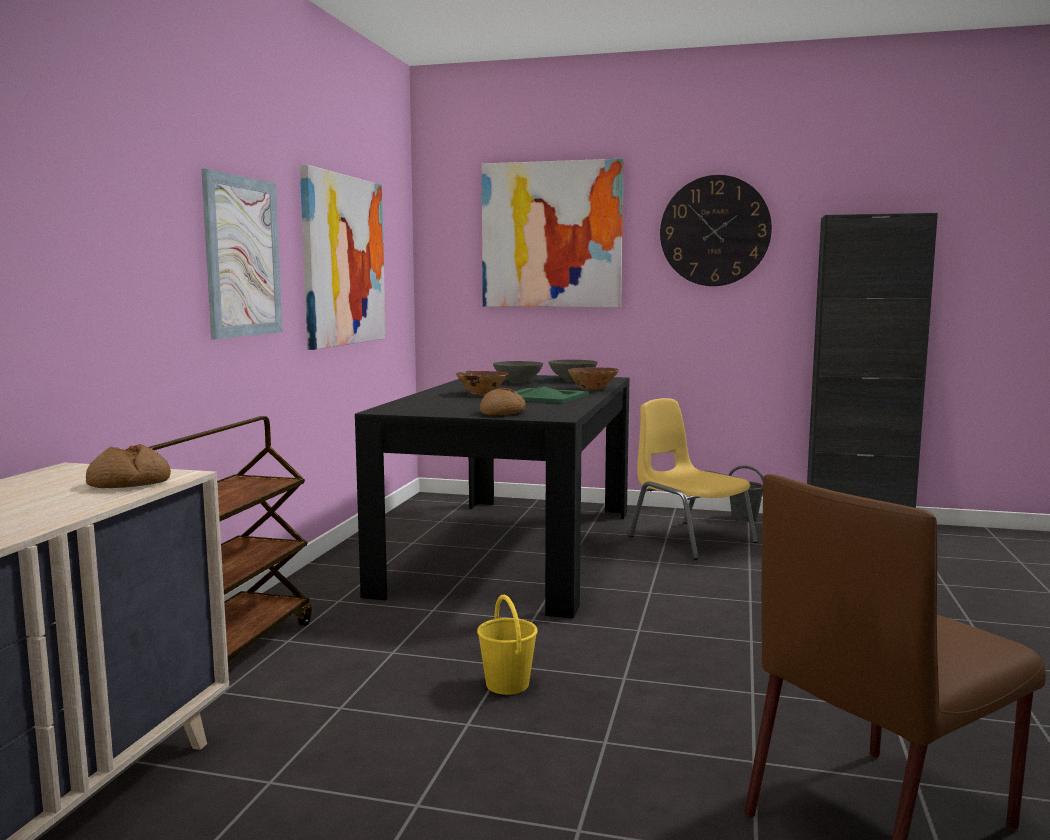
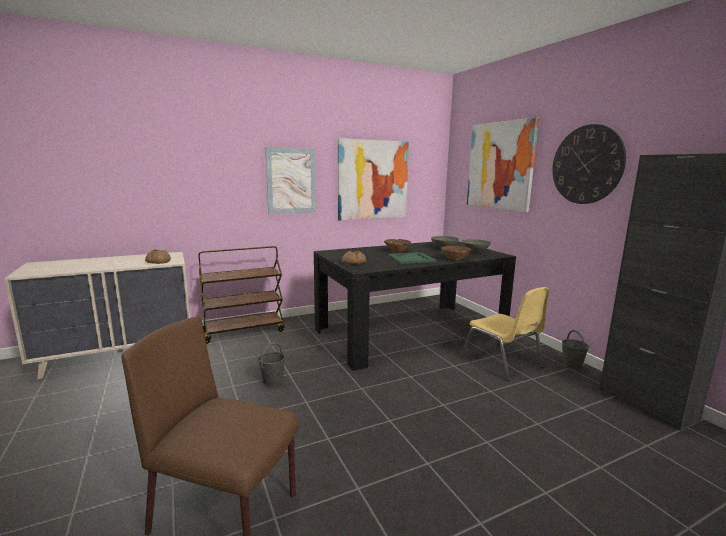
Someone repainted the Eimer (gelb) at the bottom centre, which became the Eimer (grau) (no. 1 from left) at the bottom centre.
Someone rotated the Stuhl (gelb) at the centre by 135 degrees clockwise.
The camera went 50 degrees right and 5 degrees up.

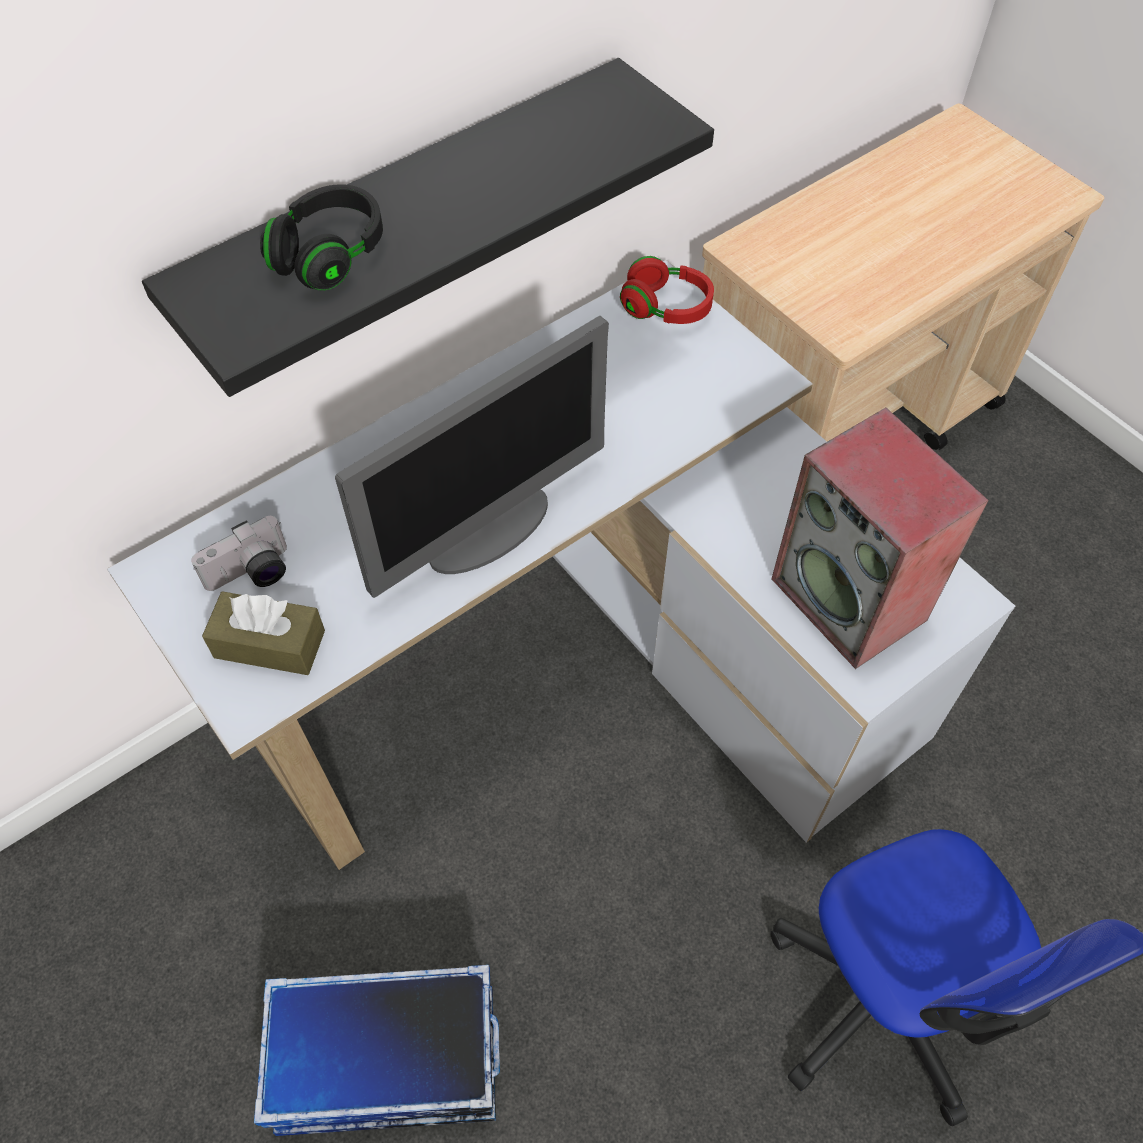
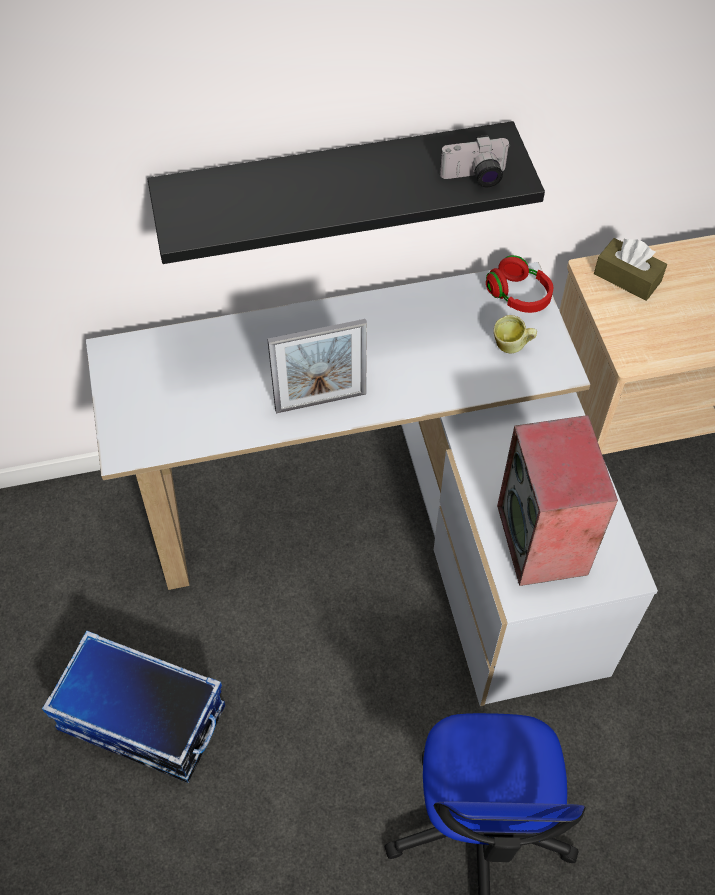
Someone took away the Kopfhörer (schwarz) at the top left.
Someone put down the Henkelbecher at the middle right.
Someone carried the Kamera from the middle left to the top centre.
Someone carried the Taschentuchbox (braun) from the middle left to the top right.
Someone swapped the Monitor at the centre for the Bilderrahmen at the centre.
The camera went 25 degrees right and 0 degrees up.

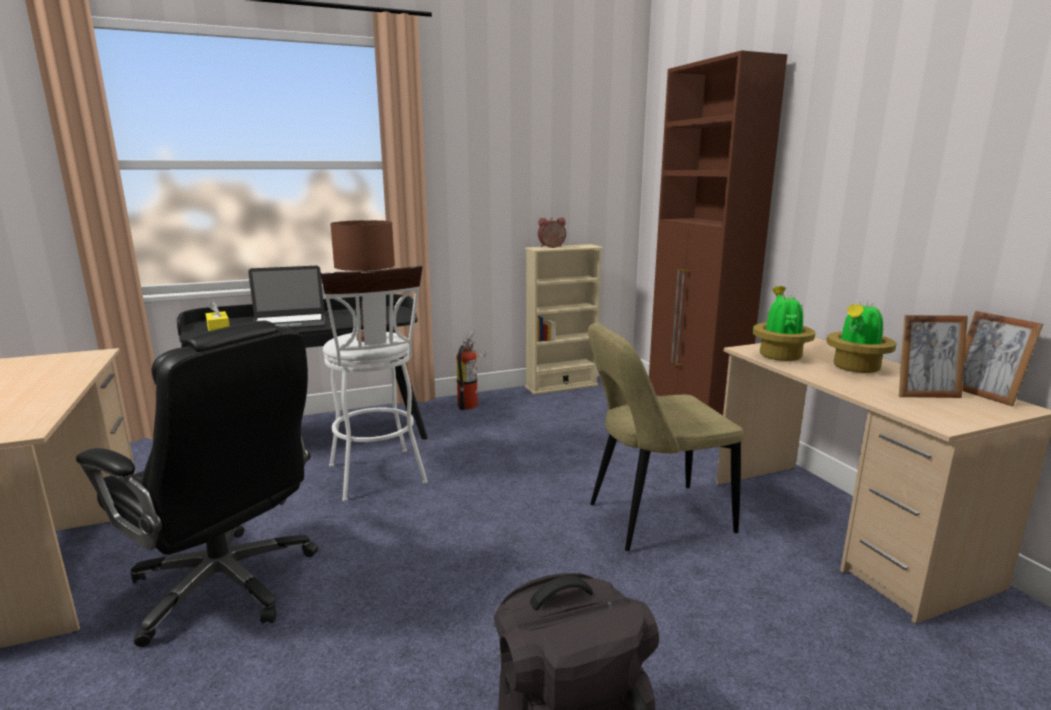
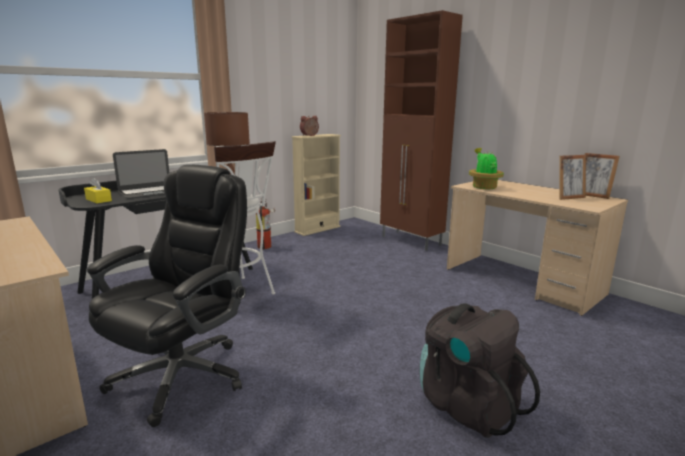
Someone took away the Stuhl (beige) at the centre.
Someone took away the Topfpflanze (no. 2 from left) at the middle right.
Someone rotated the Bürostuhl (schwarz) at the bottom left by 75 degrees counterclockwise.
The camera went 20 degrees left and 0 degrees up.

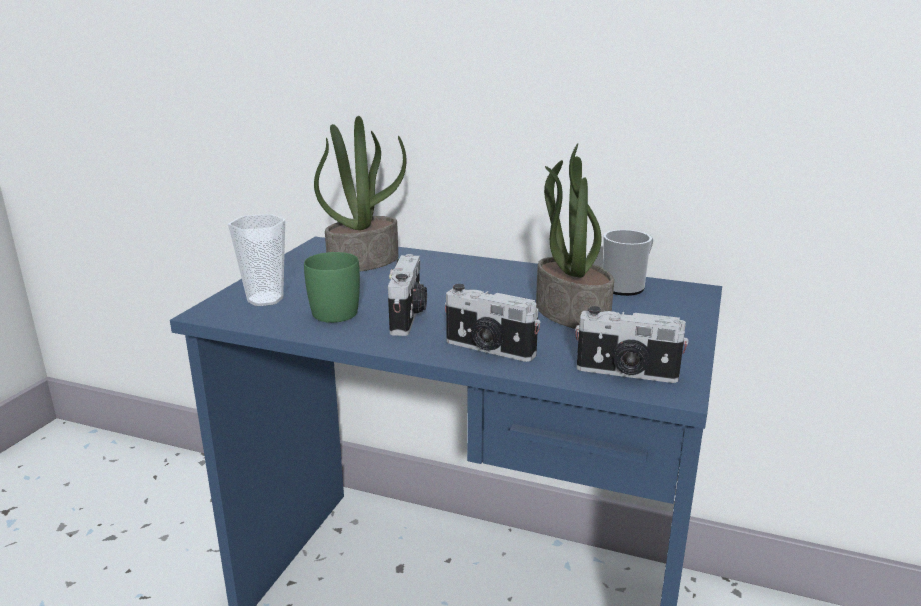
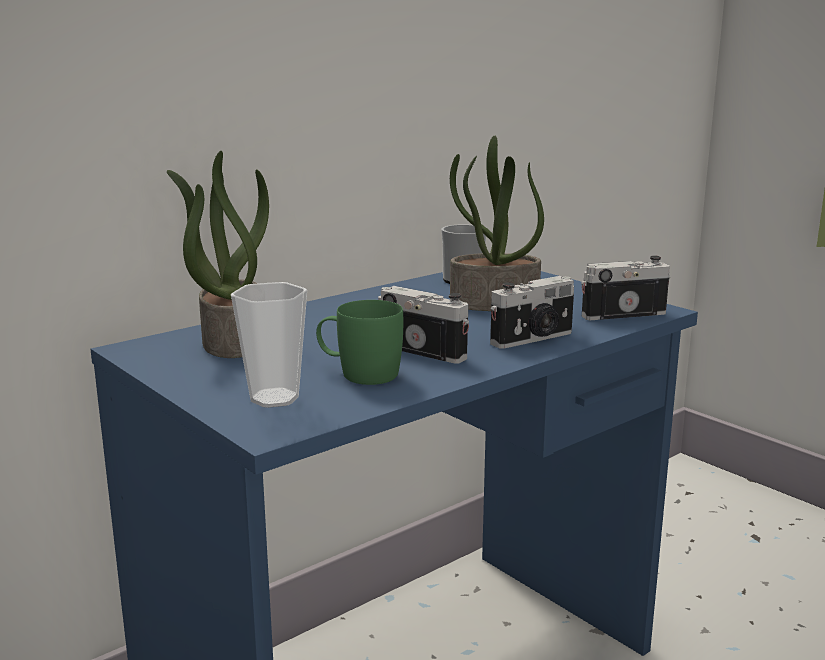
Someone rotated the Kamera (no. 3 from left) at the middle right by 150 degrees counterclockwise.
The camera went 60 degrees left and 5 degrees down.

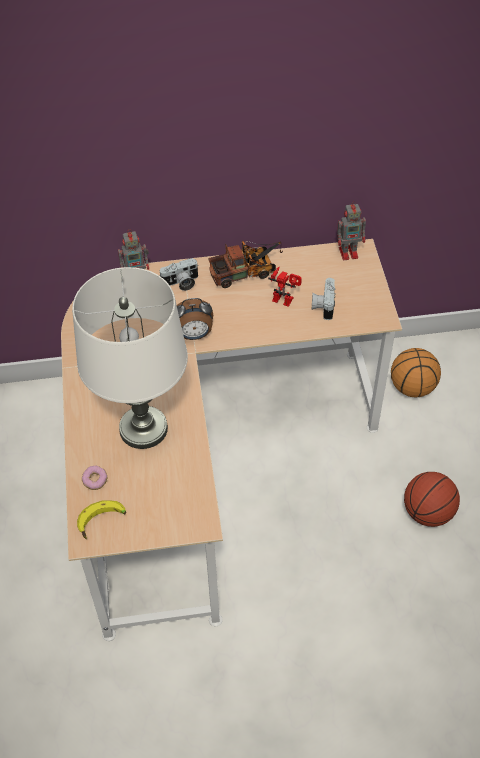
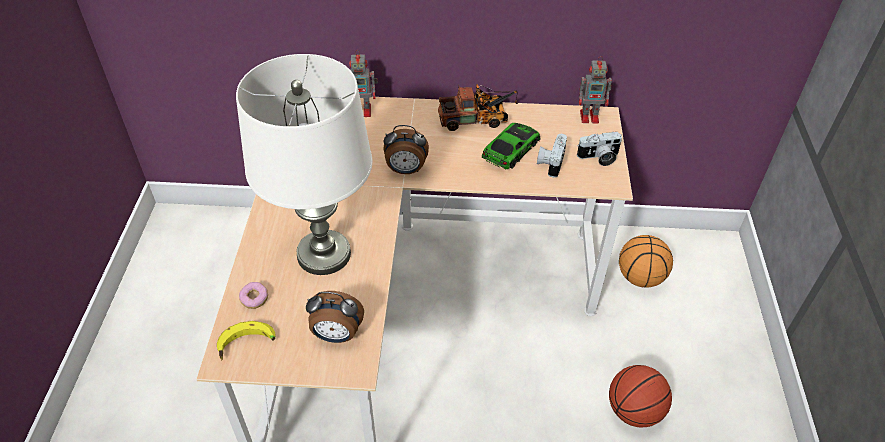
Someone put down the Wecker (no. 1 from left) at the bottom centre.
Someone carried the Kamera (no. 1 from left in the first image) from the centre to the middle right.
Someone swapped the Spielzeugroboter (no. 2 from left) at the centre for the Spielzeugauto at the top centre.
The camera went 10 degrees right and 5 degrees down.

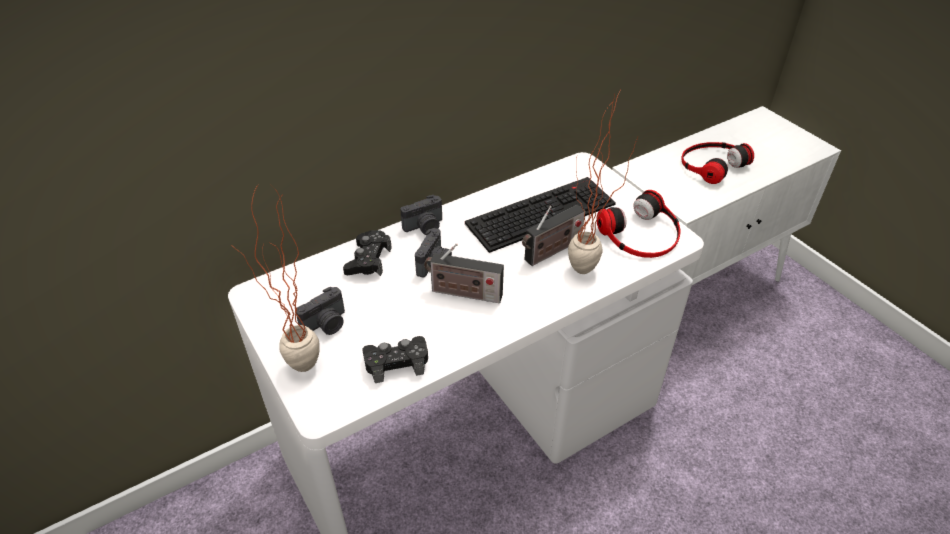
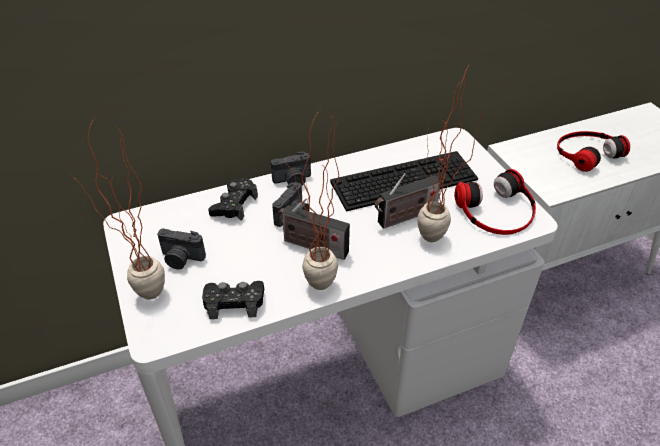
Someone put down the Topfpflanze (no. 2 from left) at the centre.
Someone rotated the Kamera (no. 1 from left) at the centre by 45 degrees clockwise.
The camera went 10 degrees right and 0 degrees up.

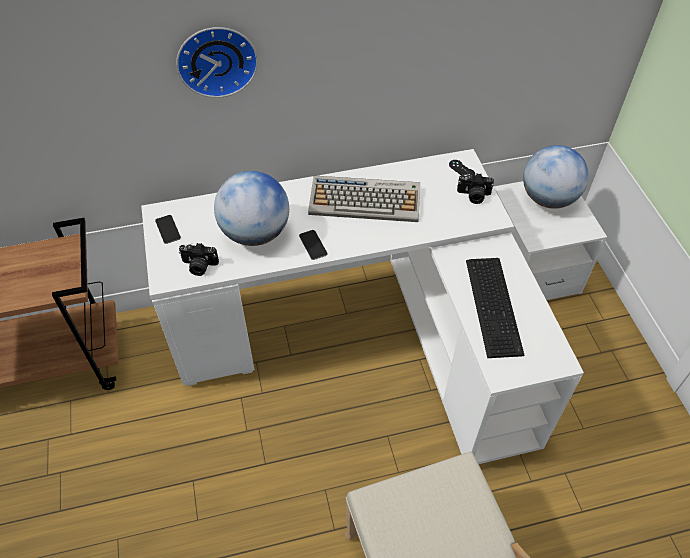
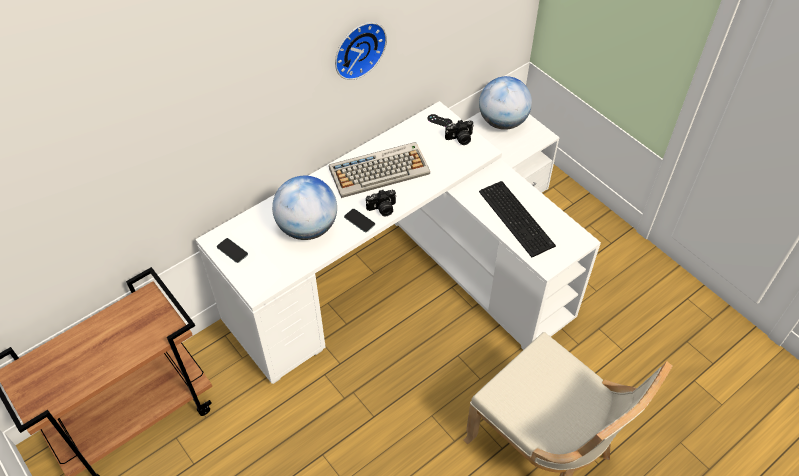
Someone carried the Wanduhr from the top left to the top centre.
Someone carried the Kamera (no. 1 from left) from the middle left to the centre.
The camera went 25 degrees left and 0 degrees up.

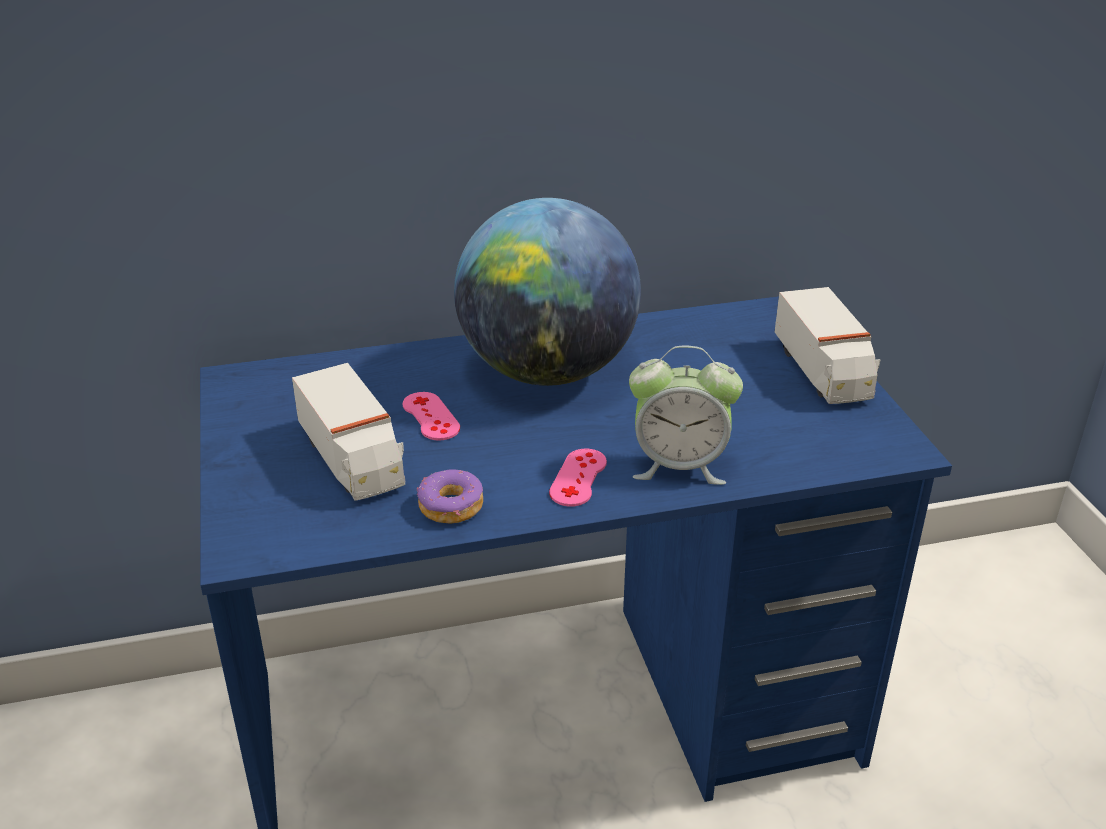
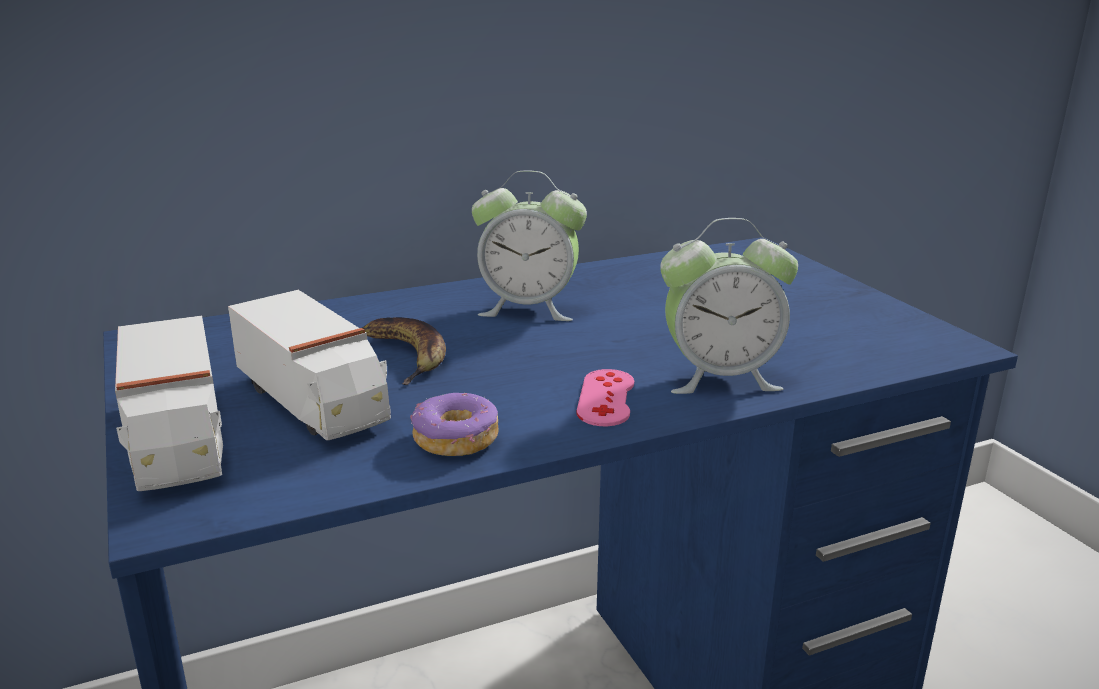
Someone carried the Spielzeuglaster (no. 2 from left in the first image) from the middle right to the middle left.
Someone swapped the Gamepad (rosa) (no. 1 from left) at the centre for the Banane at the centre.
Someone swapped the Globus at the centre for the Wecker (no. 1 from left) at the centre.
The camera went 10 degrees left and 10 degrees down.

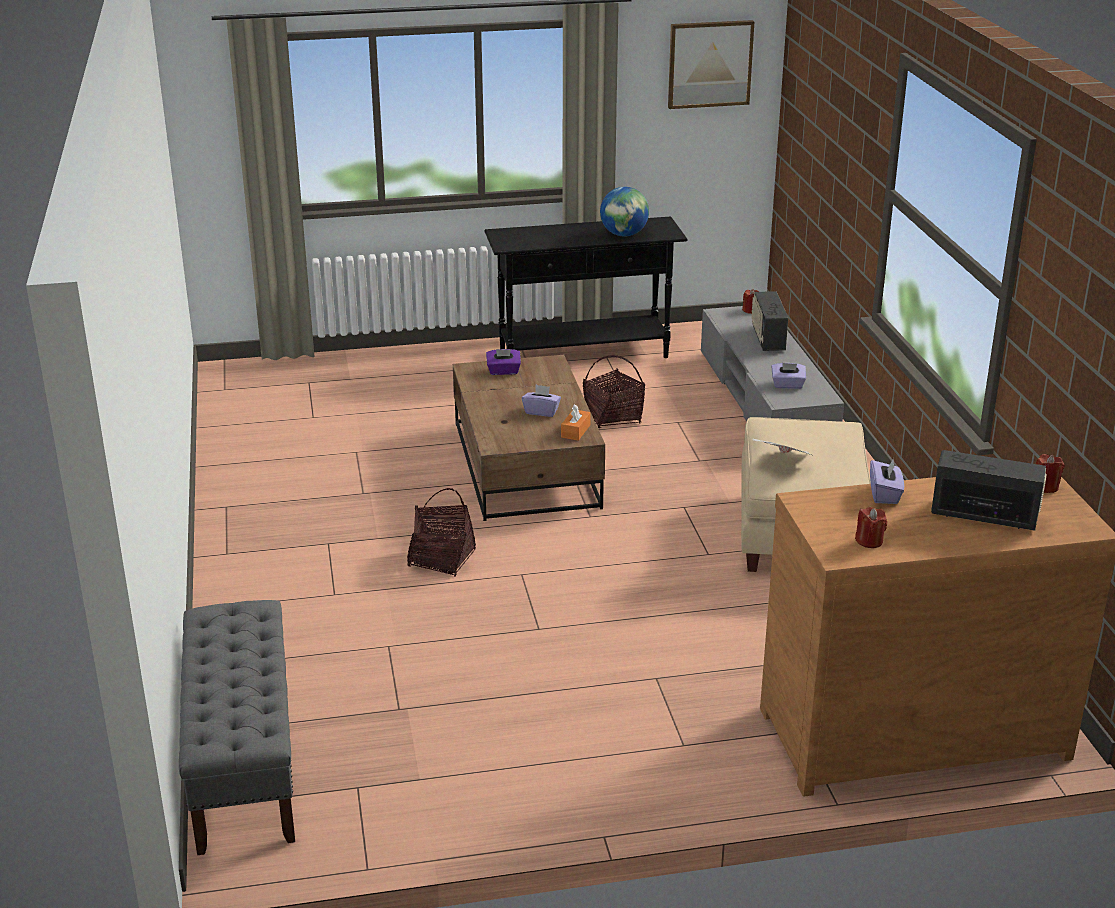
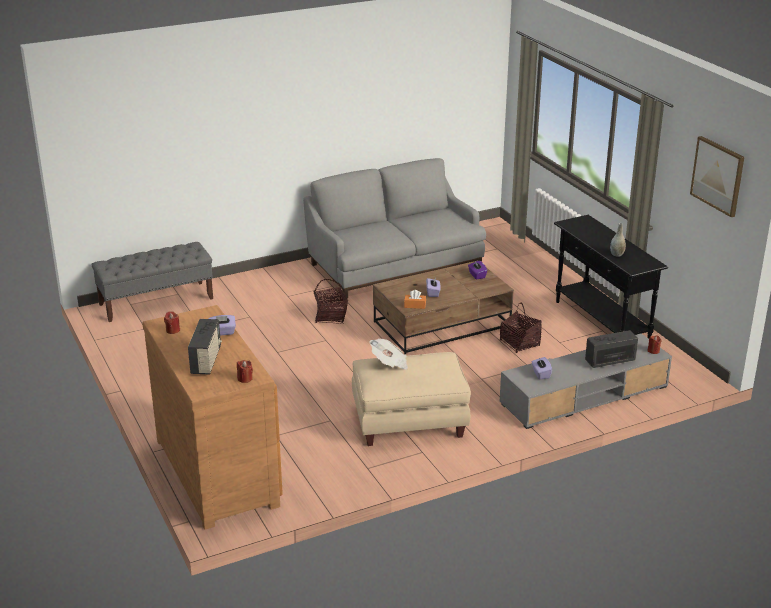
Someone put down the Sofa (grau) at the centre.
Someone swapped the Globus at the top centre for the Vase (grau) at the middle right.
The camera went 75 degrees right and 0 degrees up.

